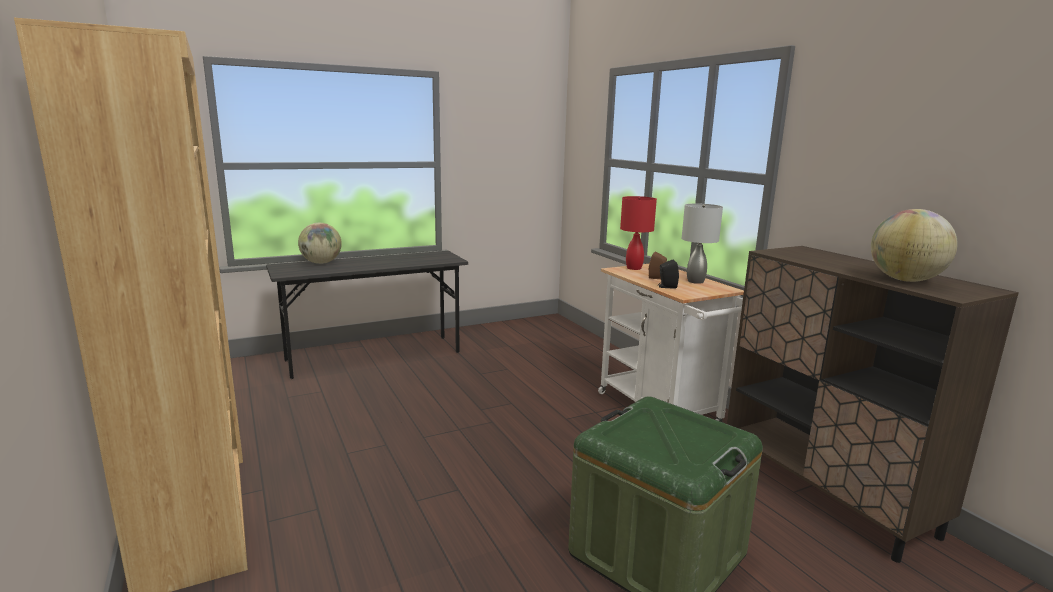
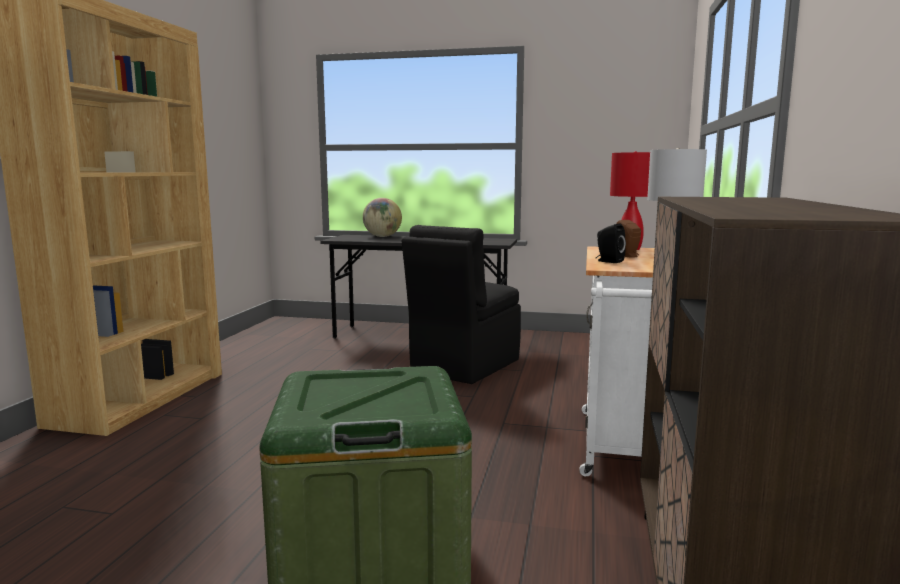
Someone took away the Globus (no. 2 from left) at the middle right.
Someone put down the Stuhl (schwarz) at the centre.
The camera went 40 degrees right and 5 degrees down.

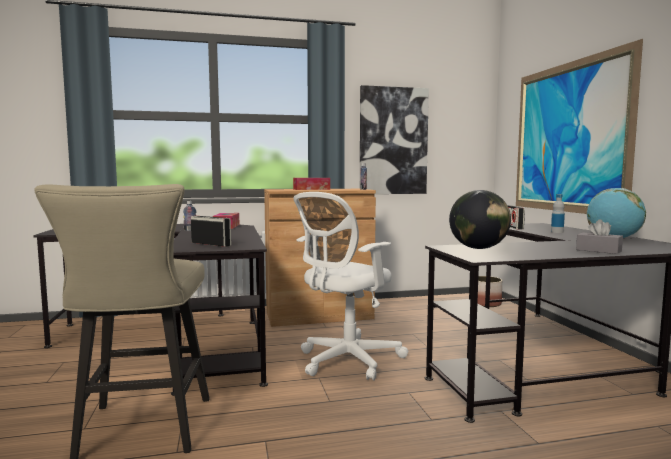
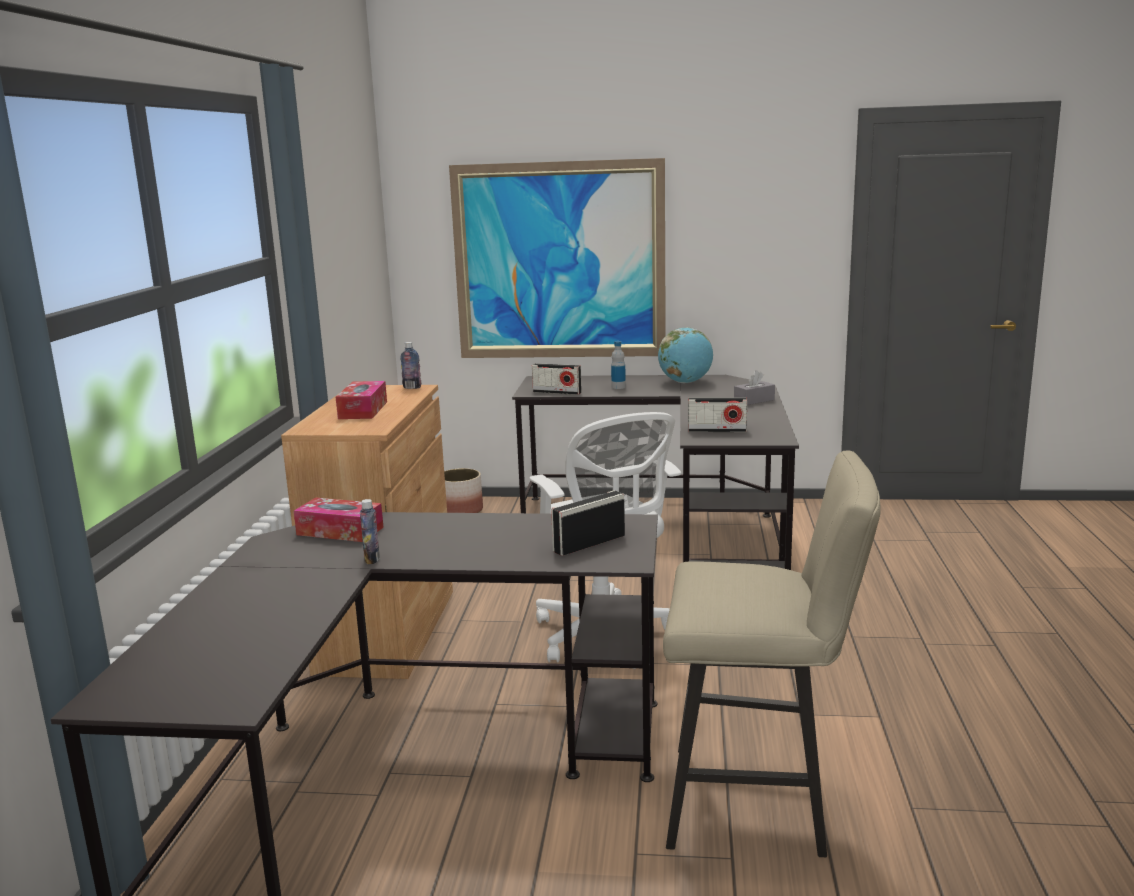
Someone took away the Bild (no. 1 from left) at the top centre.
Someone swapped the Globus (no. 1 from left) at the middle right for the Radio (no. 3 from left) at the centre.
The camera went 70 degrees left and 10 degrees up.

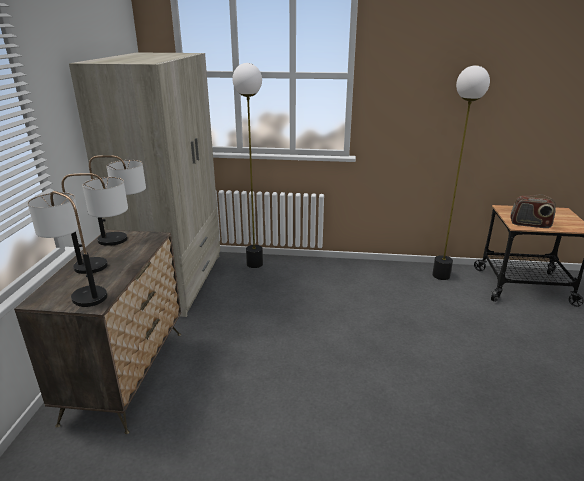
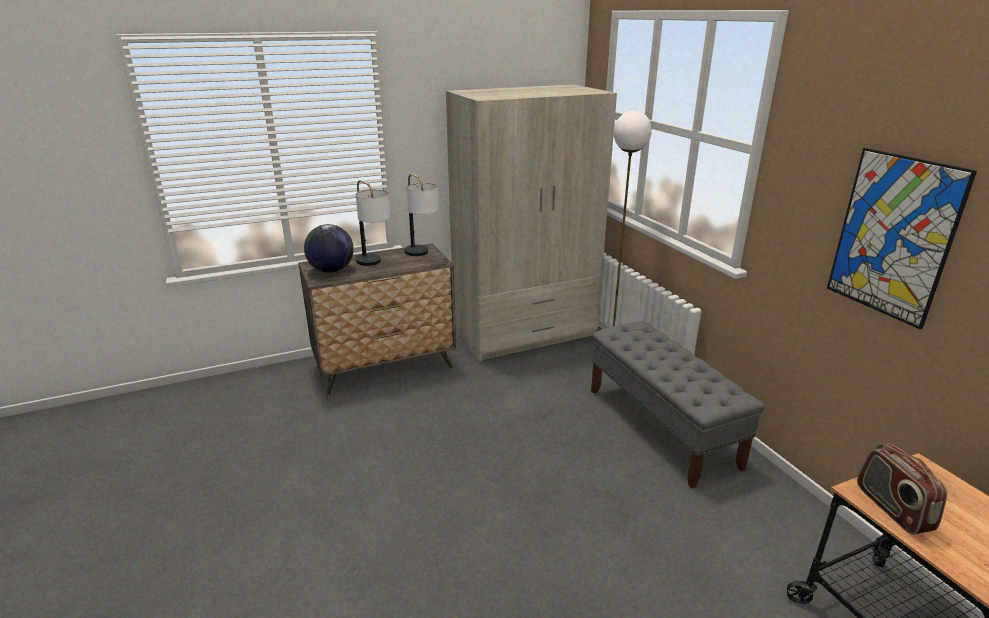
Someone took away the Stehlampe (no. 2 from left) at the middle right.
Someone put down the Bank (grau) at the middle right.
Someone put up the Bild at the middle right.
Someone swapped the Tischlampe (no. 1 from left) at the middle left for the Globus at the middle left.
The camera went 60 degrees right and 0 degrees up.

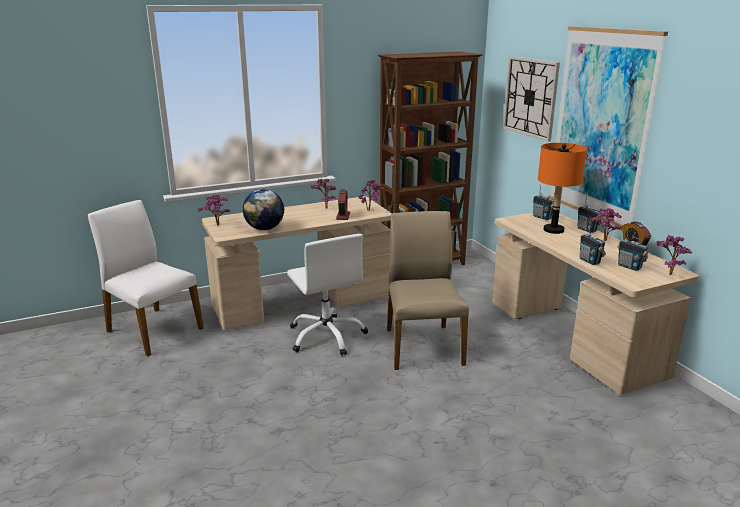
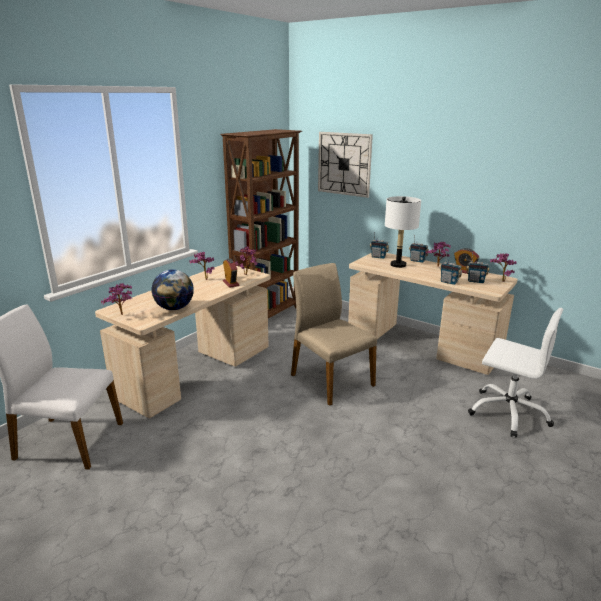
Someone took away the Bild at the top right.
Someone carried the Bürostuhl (weiß) from the centre to the middle right.
Someone repainted the Tischlampe (orange) at the middle right, which became the Tischlampe (weiß) at the middle right.
The camera went 30 degrees left and 0 degrees up.

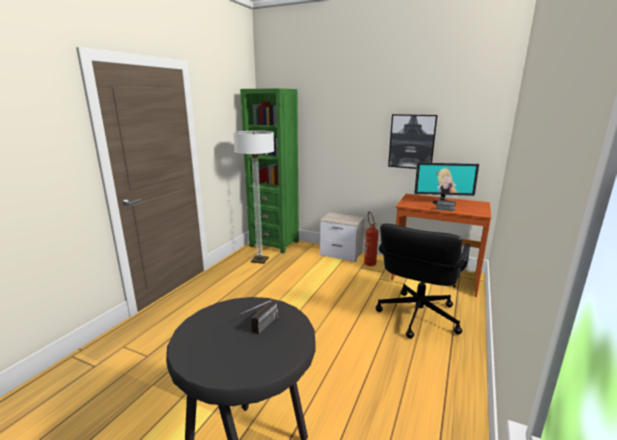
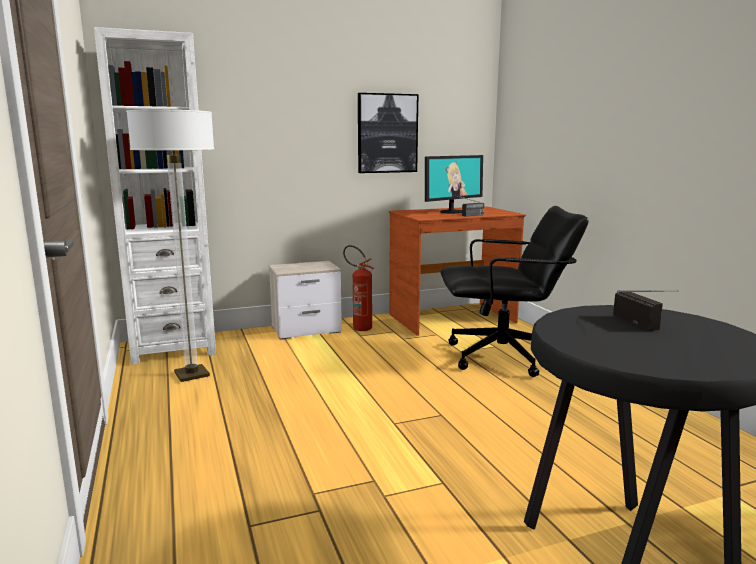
Someone repainted the Bücherregal (grün) at the centre, which became the Bücherregal (weiß) at the middle left.
Someone rotated the Bürostuhl (schwarz) at the middle right by 75 degrees counterclockwise.
The camera went 45 degrees left and 5 degrees down.

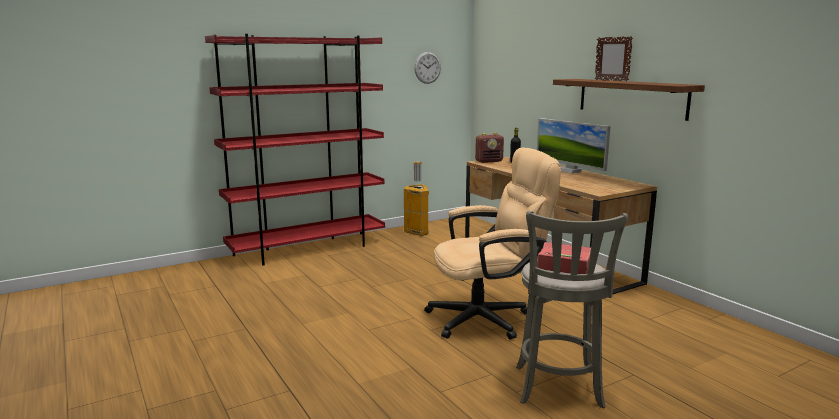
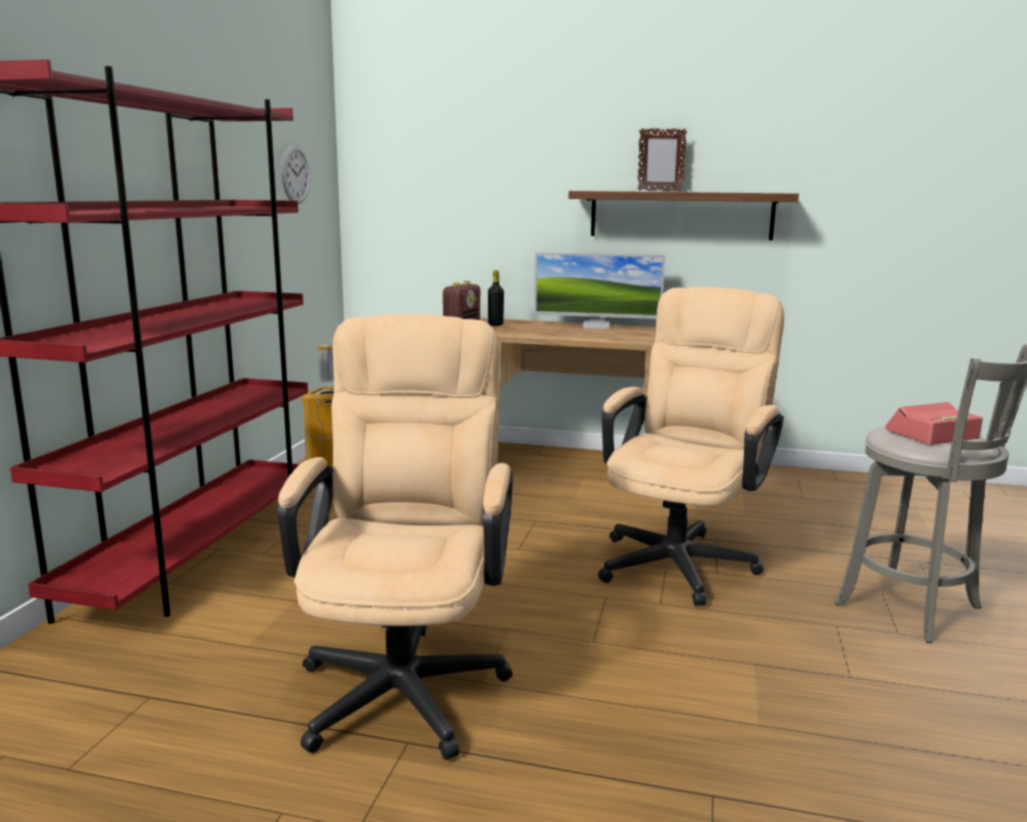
Someone put down the Bürostuhl (beige) (no. 1 from left) at the centre.
The camera went 45 degrees left and 0 degrees up.

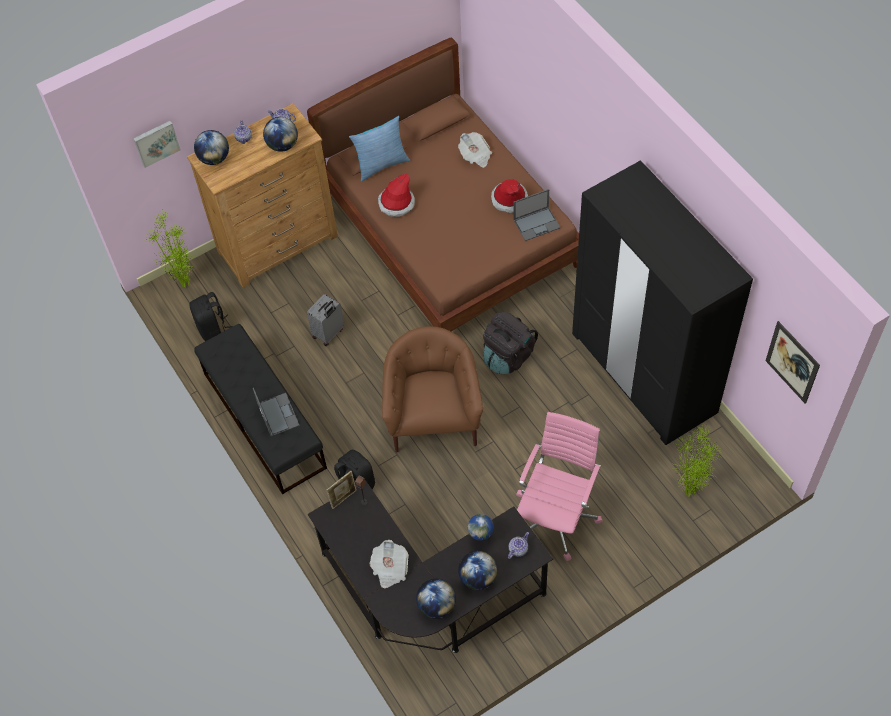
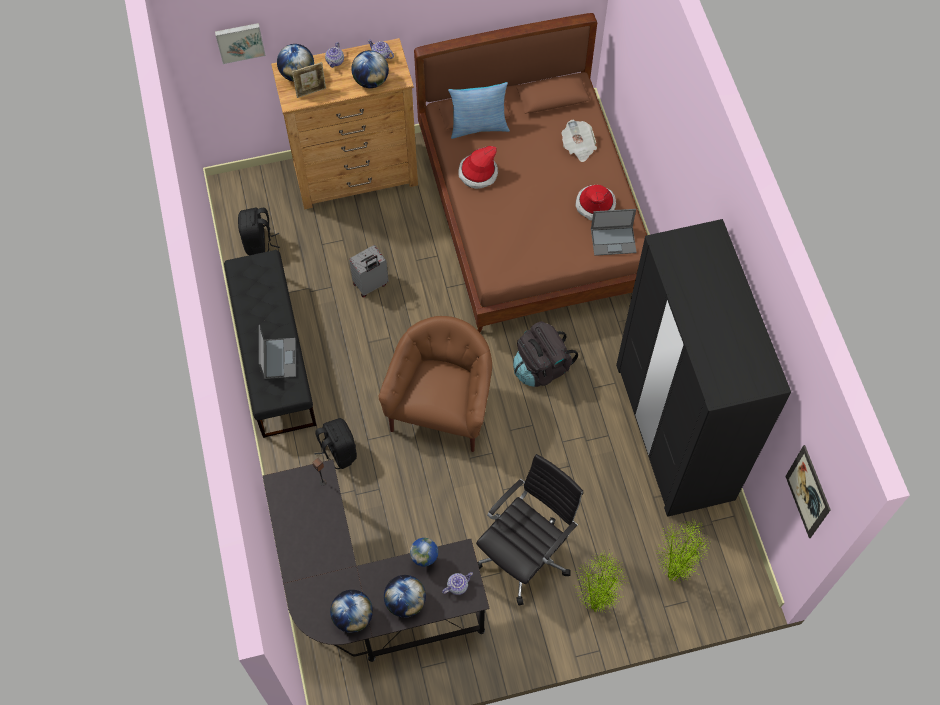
Someone took away the Zeitung (no. 1 from left) at the bottom centre.
Someone carried the Topfpflanze (no. 1 from left) from the middle left to the bottom centre.
Someone carried the Bilderrahmen from the bottom centre to the top left.
Someone repainted the Bürostuhl (rosa) at the bottom centre, which became the Bürostuhl (schwarz) at the bottom centre.
The camera went 15 degrees right and 5 degrees up.

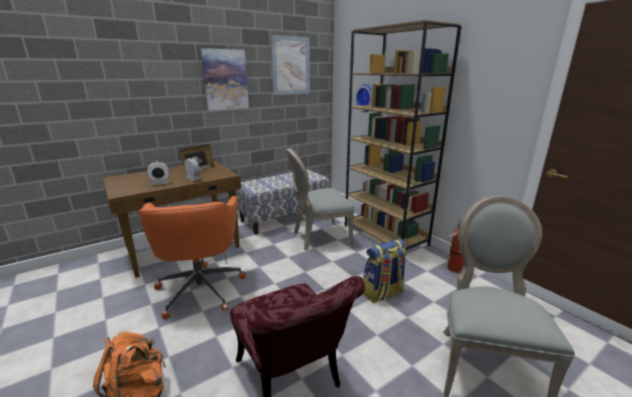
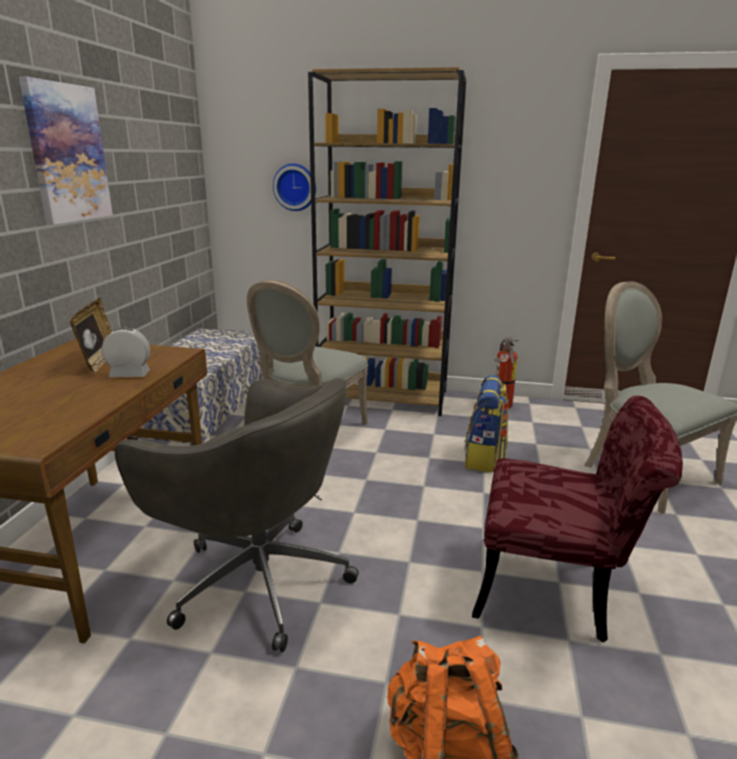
Someone took away the Wecker (no. 1 from left) at the middle left.
Someone took away the Bild (no. 2 from left) at the top centre.
Someone repainted the Bürostuhl (orange) at the middle left, which became the Bürostuhl (grau) at the bottom left.
The camera went 45 degrees left and 0 degrees up.

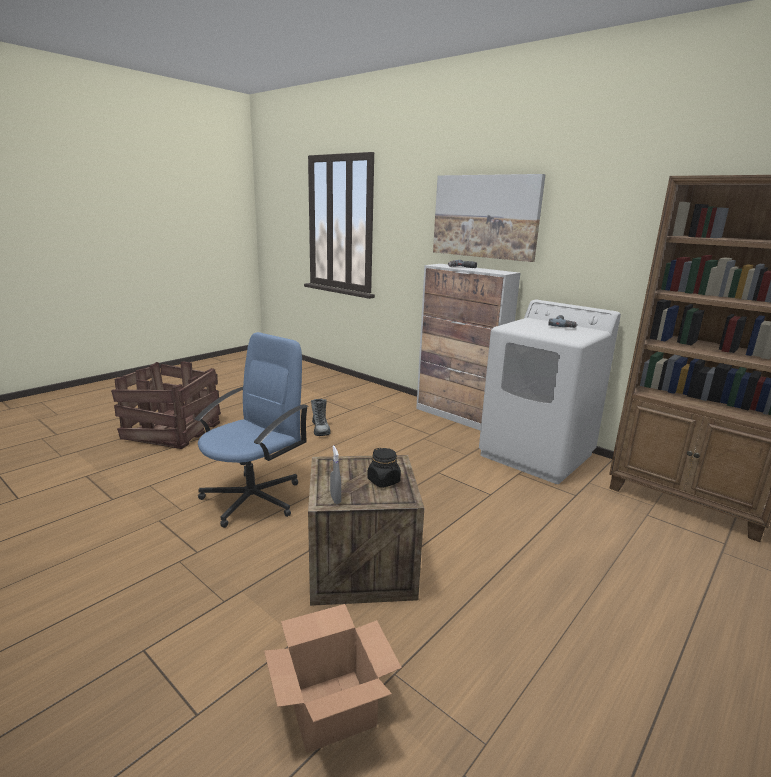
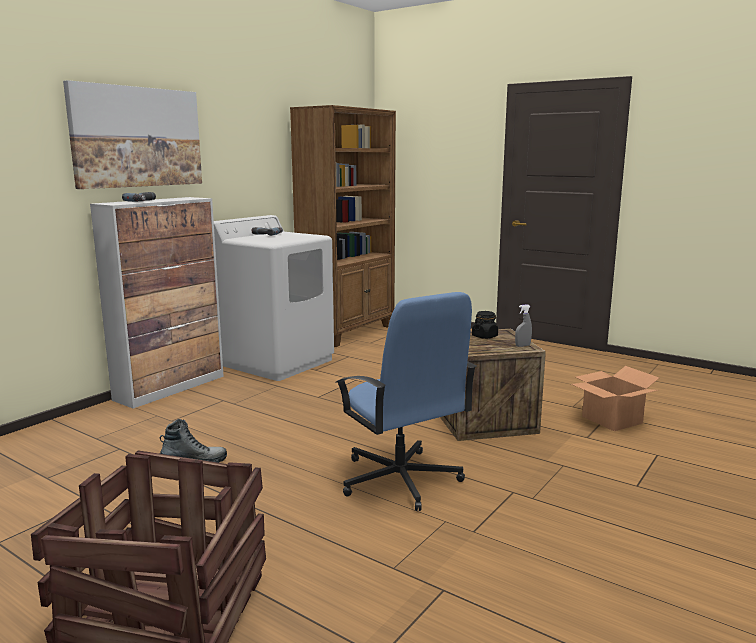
Someone rotated the Bürostuhl (blau) at the middle left by 150 degrees counterclockwise.
The camera went 95 degrees left and 5 degrees down.

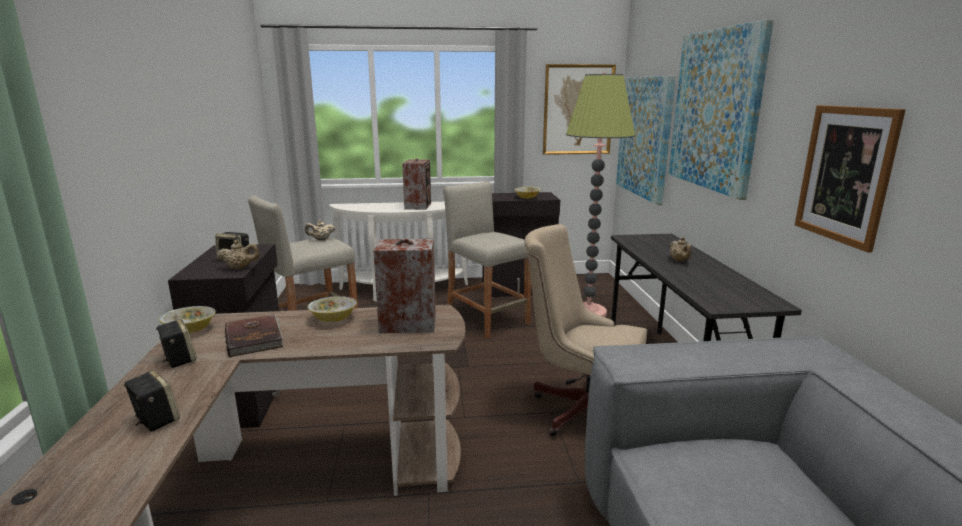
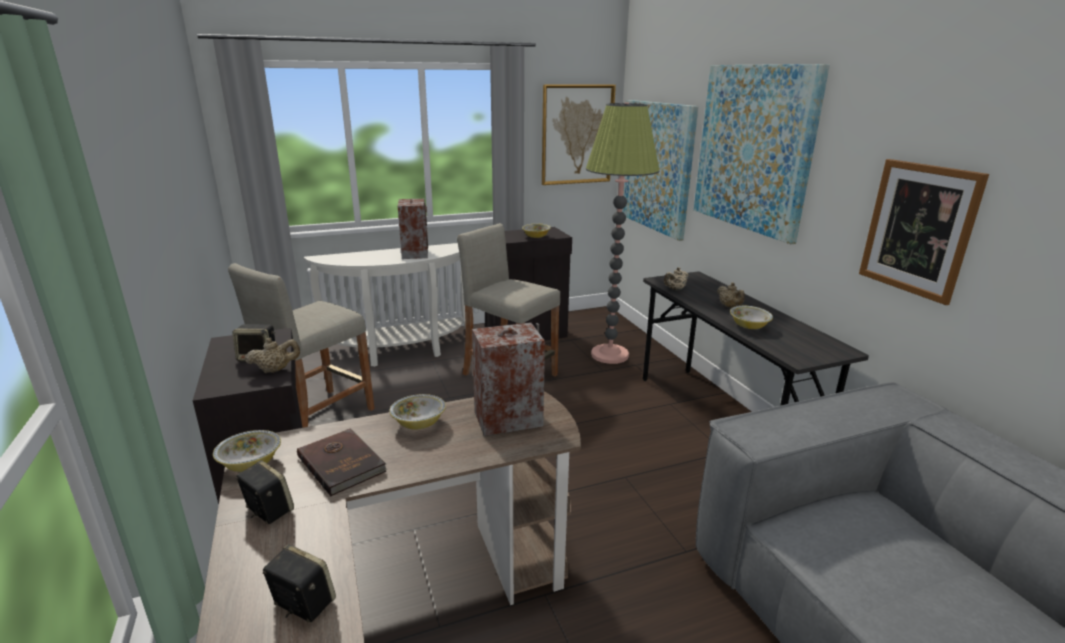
Someone took away the Bürostuhl (beige) at the centre.
Someone put down the Schüssel (no. 4 from left) at the middle right.
Someone carried the Teekanne (beige) (no. 2 from left) from the middle left to the centre.
The camera went 15 degrees left and 5 degrees up.

